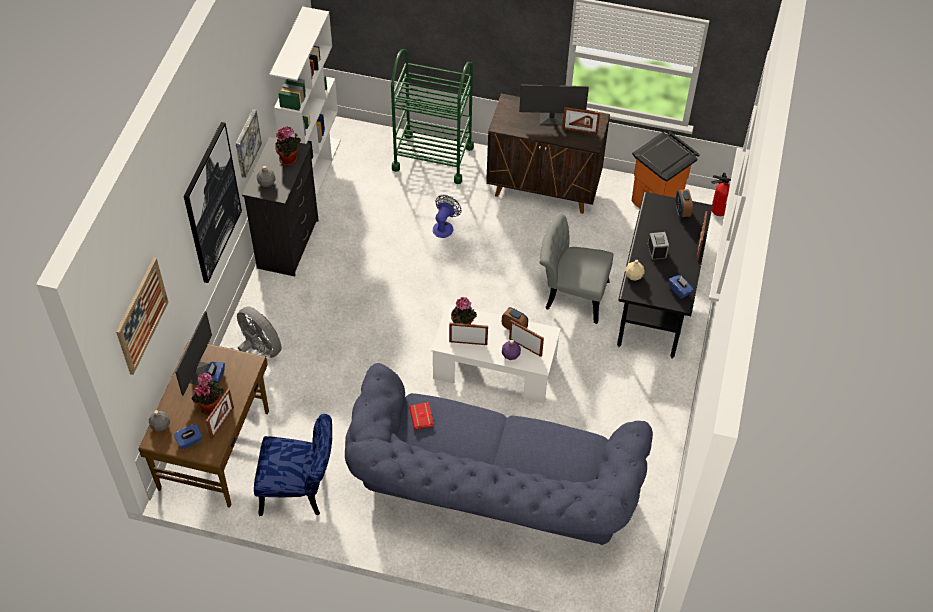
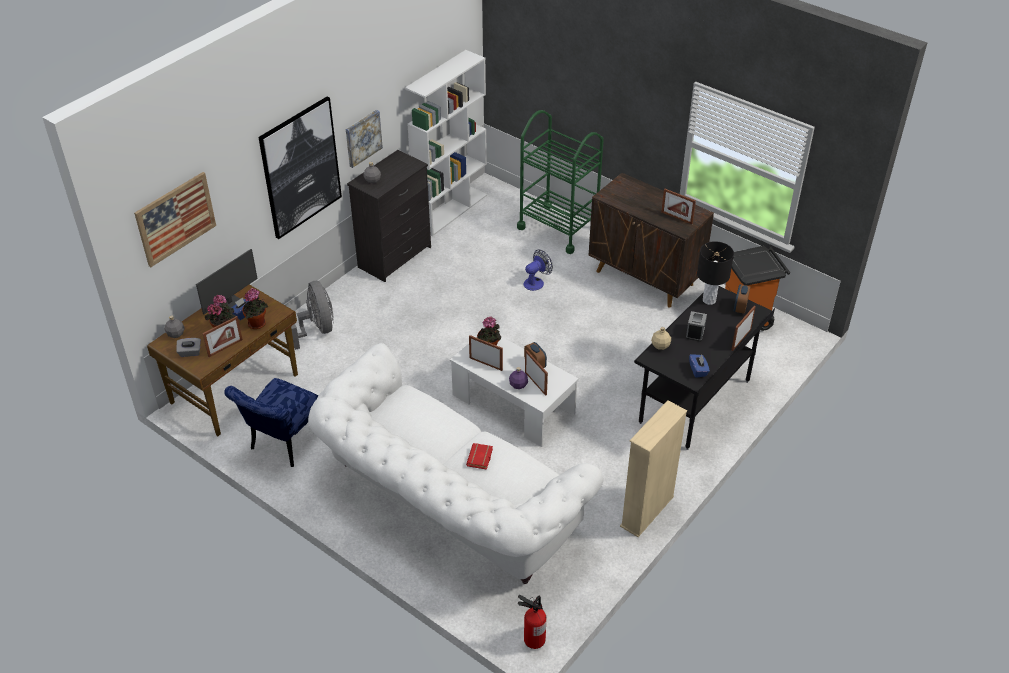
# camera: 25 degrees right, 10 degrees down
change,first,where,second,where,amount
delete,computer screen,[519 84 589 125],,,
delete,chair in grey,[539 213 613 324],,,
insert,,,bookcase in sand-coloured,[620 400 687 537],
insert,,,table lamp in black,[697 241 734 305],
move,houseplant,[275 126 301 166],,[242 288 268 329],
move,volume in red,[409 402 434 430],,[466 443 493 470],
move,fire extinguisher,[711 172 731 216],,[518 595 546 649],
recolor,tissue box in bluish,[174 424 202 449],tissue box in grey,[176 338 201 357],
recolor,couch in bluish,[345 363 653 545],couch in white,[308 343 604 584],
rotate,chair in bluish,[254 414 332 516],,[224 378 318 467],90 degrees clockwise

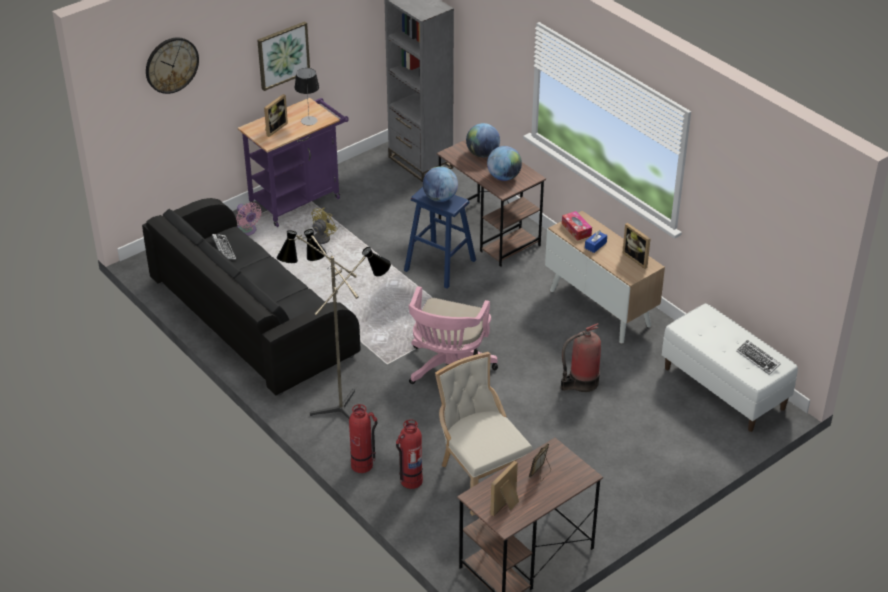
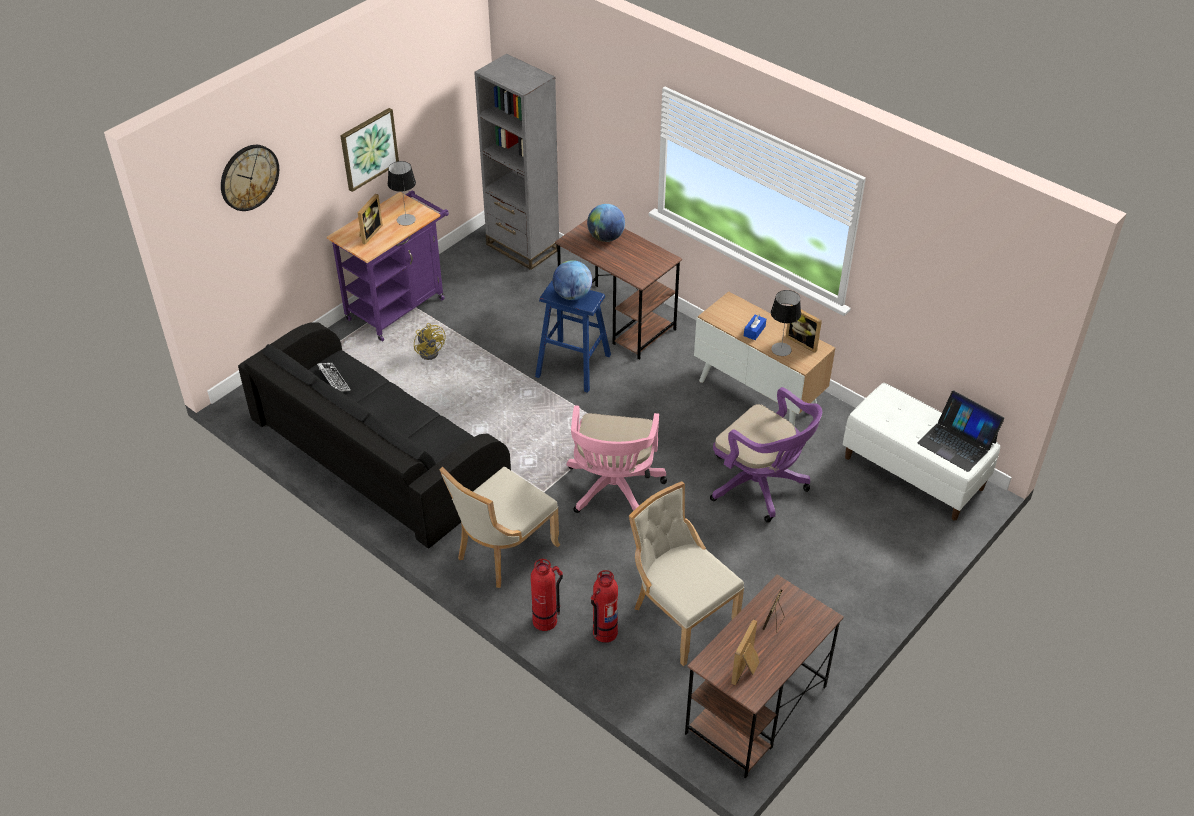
# camera: 10 degrees left, 5 degrees up
change,first,where,second,where,amount
delete,cooling fan in pink-coloured,[236 202 262 236],,,
delete,world globe,[487 146 522 181],,,
delete,tissue box,[562 211 592 241],,,
insert,,,table lamp,[771 290 801 356],
replace,standing lamp,[277 229 391 419],chair in sand-coloured,[440 467 560 588],
replace,fire extinguisher,[561 323 601 392],computer chair in purple,[710 387 822 523],
replace,computer keyboard,[736 340 781 375],portable computer,[918 390 1004 472],
rotate,cooling fan in yellowish,[295 208 338 244],,[414 323 446 360],120 degrees clockwise

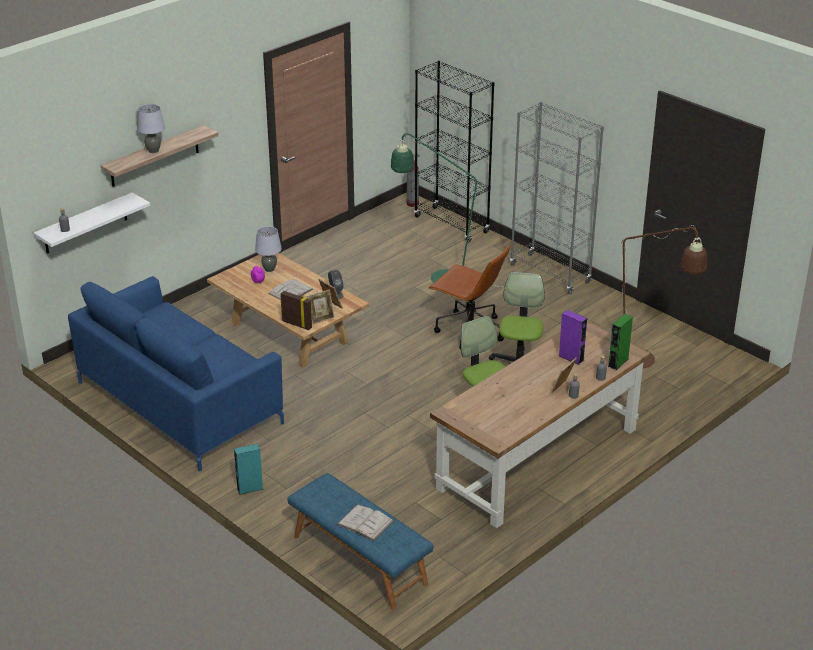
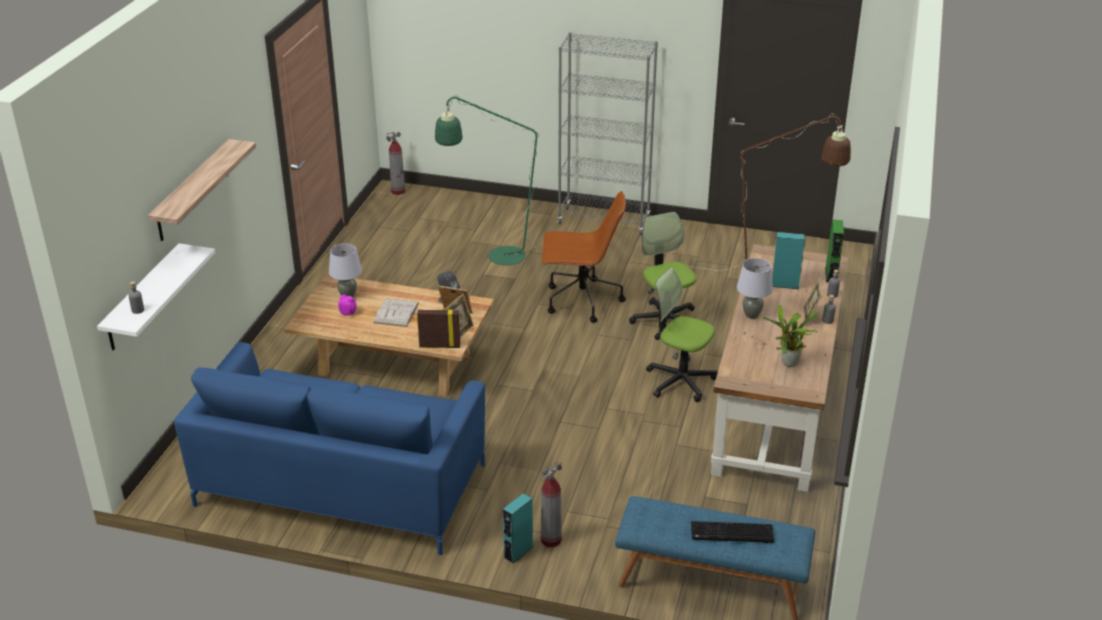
# camera: 30 degrees left, 0 degrees up
change,first,where,second,where,amount
delete,bookcase in black,[414 60 495 243],,,
insert,,,fire extinguisher,[541 462 562 547],
insert,,,houseplant,[763 304 819 367],
move,table lamp in grey,[137 104 165 153],,[737 258 773 319],
replace,volume in white,[337 504 393 541],computer keyboard,[691 521 774 543],
recolor,speaker in purple,[559 310 587 365],speaker in turquoise,[772 232 805 289],

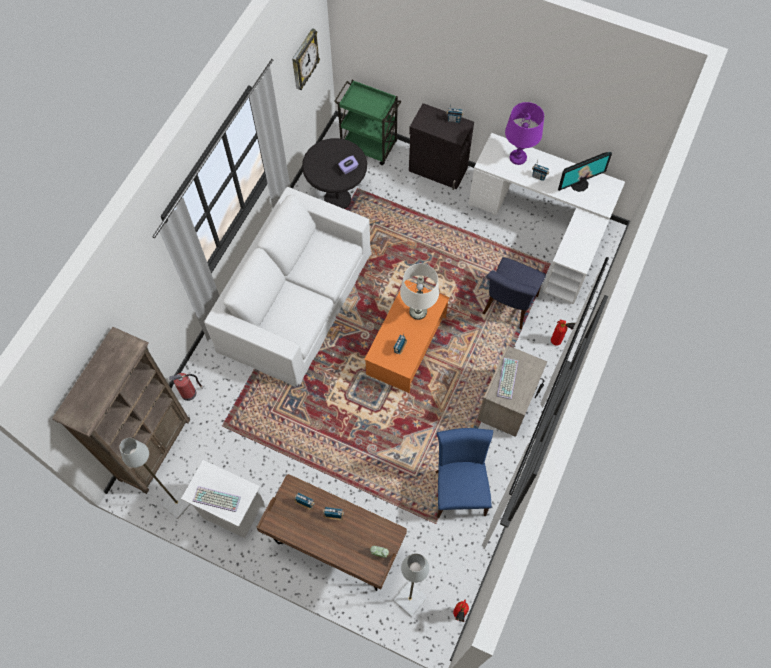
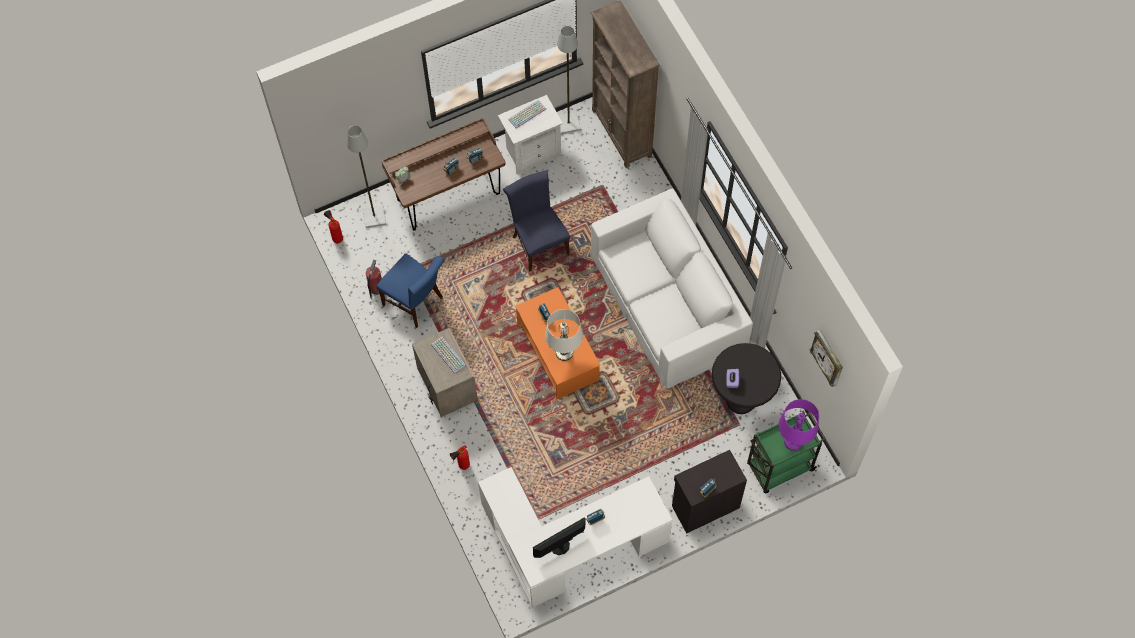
# camera: 130 degrees right, 0 degrees up
change,first,where,second,where,amount
move,fire extinguisher,[169 373 203 401],,[366 259 382 299],
move,chair in bluish,[483 257 546 329],,[503 170 570 272],
move,table lamp in purple,[505 102 544 165],,[778 399 819 451],
rotate,computer screen,[558 152 612 192],,[533 517 586 558],45 degrees clockwise

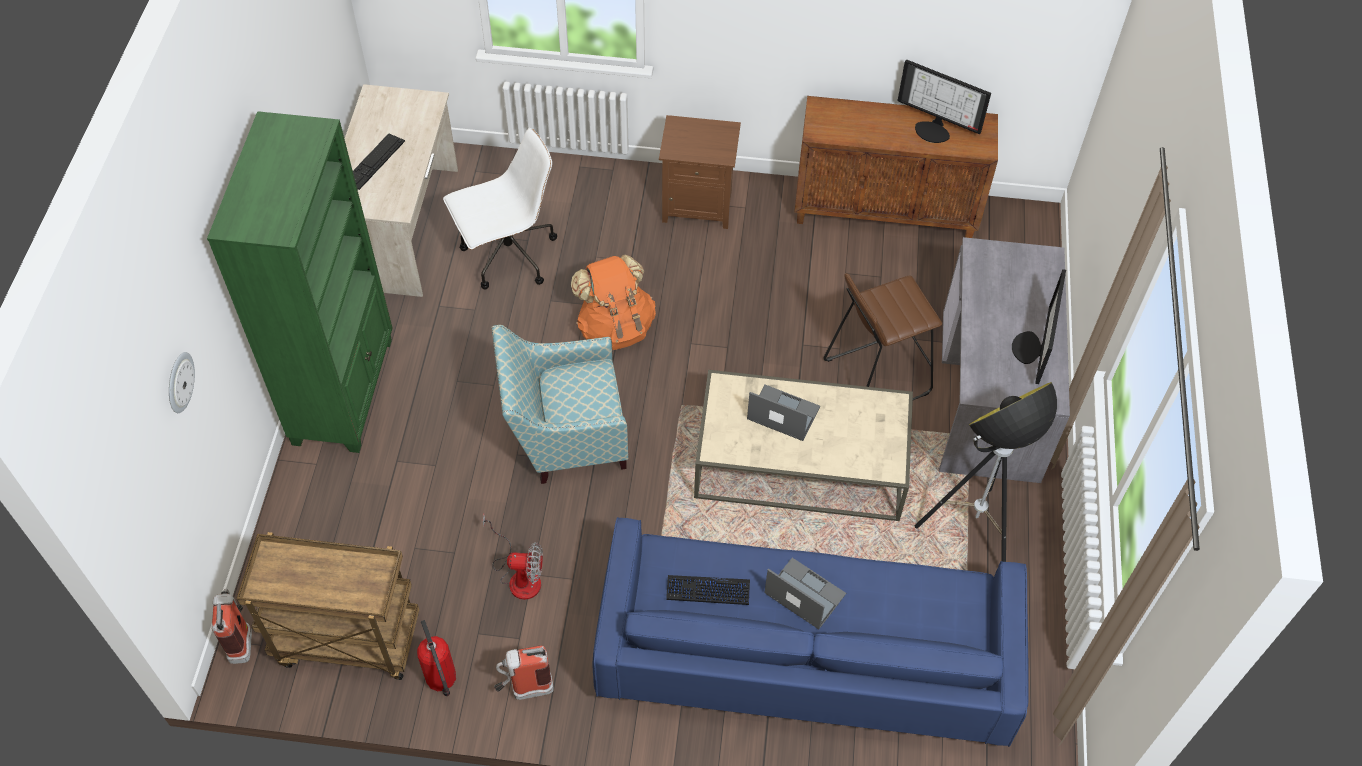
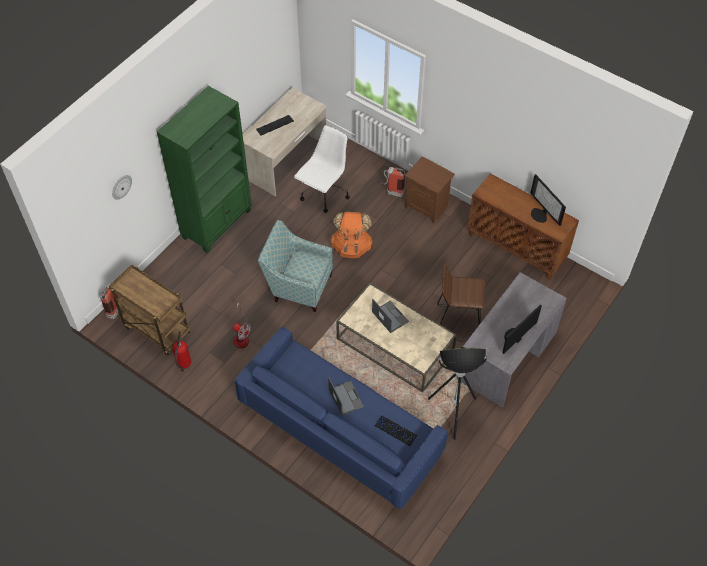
# camera: 30 degrees right, 0 degrees up
change,first,where,second,where,amount
move,fire extinguisher,[494 646 554 700],,[381 167 405 197],
move,computer keyboard,[666 575 750 605],,[375 416 418 446],
rotate,computer chair in white,[443 128 557 290],,[294 126 350 213],60 degrees counterclockwise

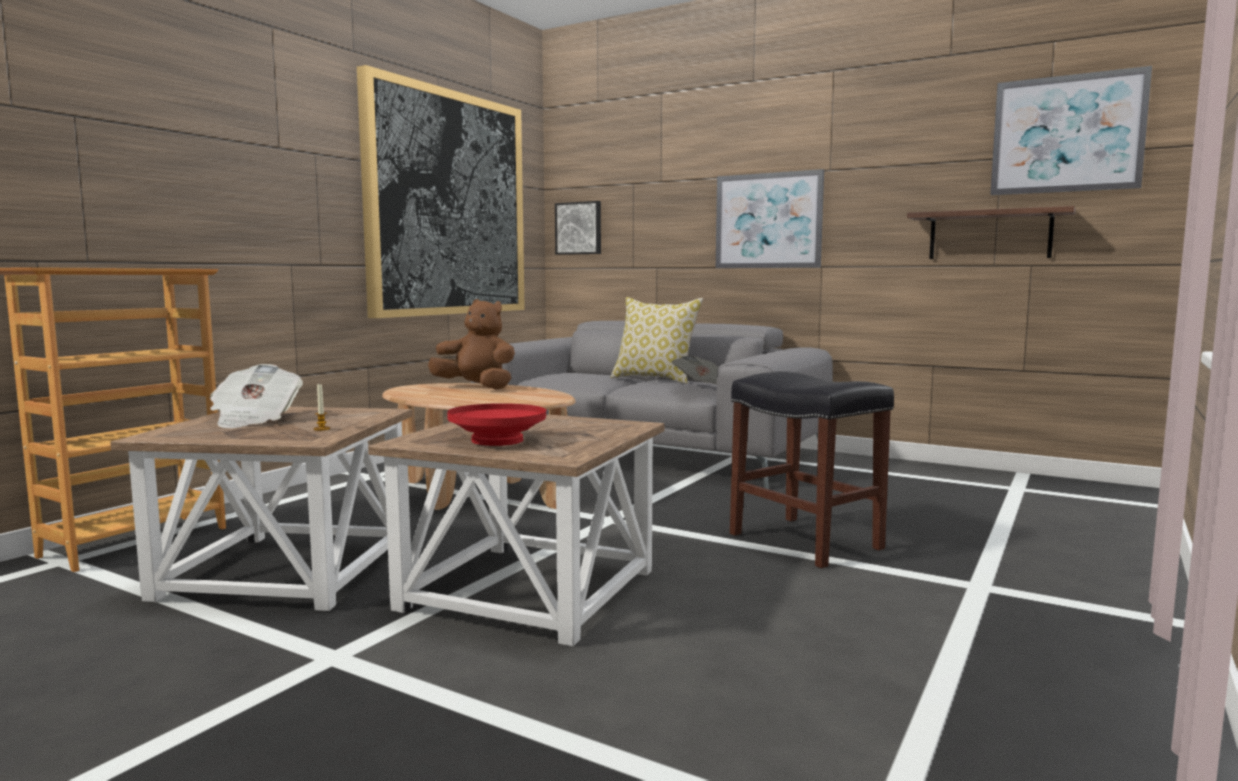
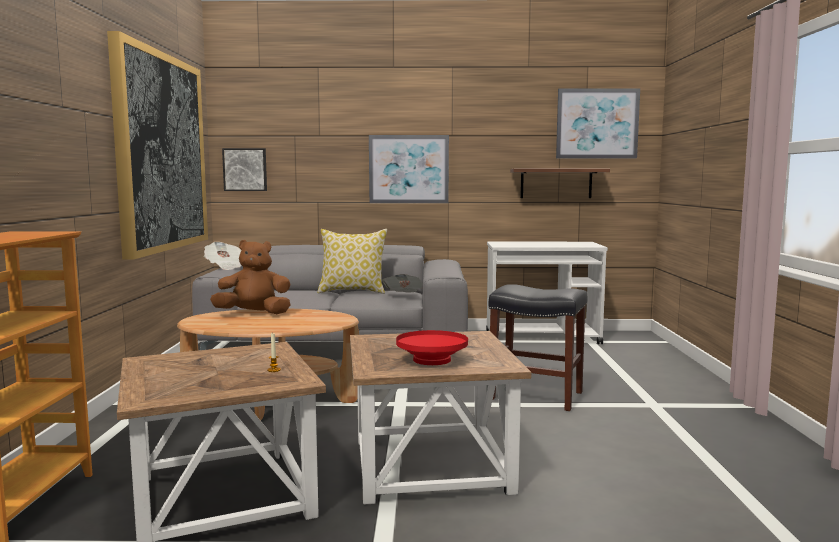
# camera: 30 degrees left, 0 degrees up
change,first,where,second,where,amount
insert,,,wheeled cart in white,[486 242 608 344],
move,newspaper,[210 364 303 428],,[204 242 241 270],

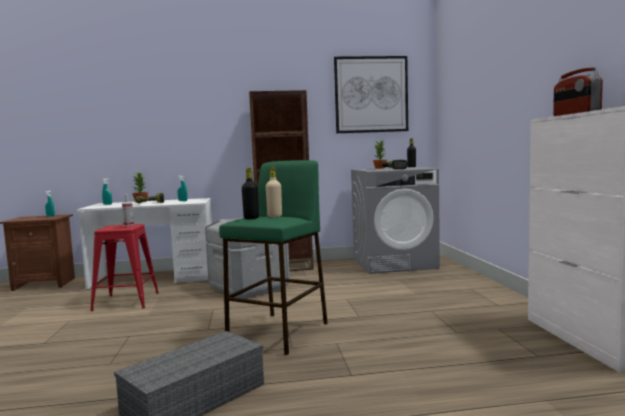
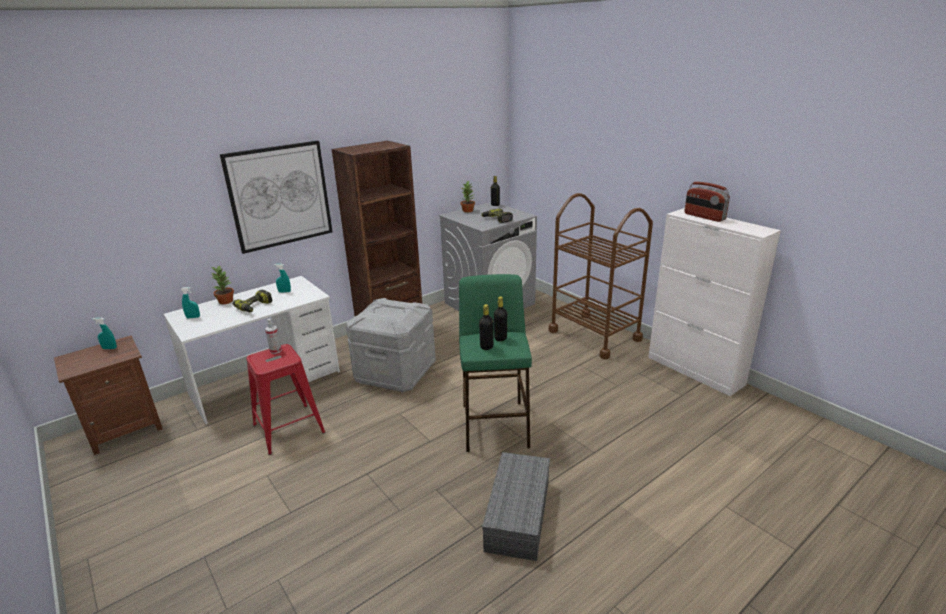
# camera: 30 degrees left, 20 degrees up
change,first,where,second,where,amount
insert,,,wheeled cart in brown-coloured,[549 193 653 359],
move,wall art,[334 56 408 133],,[220 140 333 254],
recolor,bottle in sand-coloured,[266 167 282 217],bottle in black,[494 297 507 341],

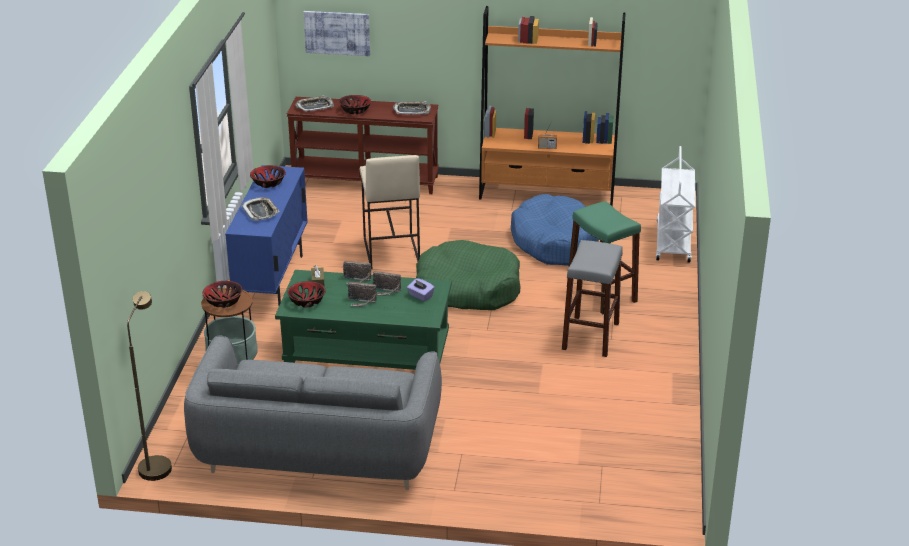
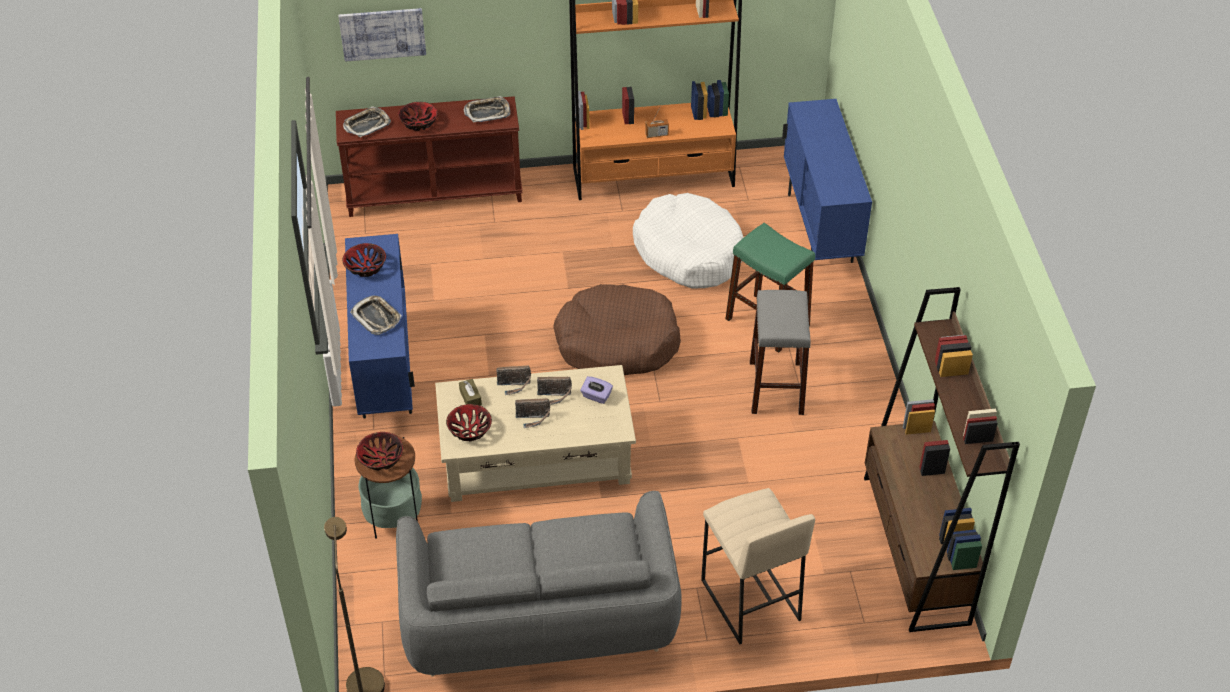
# camera: 15 degrees left, 15 degrees up
change,first,where,second,where,amount
insert,,,bookcase in brown-coloured,[864 287 1020 632],
move,sitting stool in sand-coloured,[360 155 420 269],,[701 488 815 644],
replace,wheeled cart in white,[656 146 696 263],cabinet in bluish,[782 99 872 263],
recolor,lounge table in green-coloured,[275 270 452 370],lounge table in sand-coloured,[435 365 636 502],
recolor,pet bed in green-coloured,[416 240 520 310],pet bed in brown-coloured,[553 284 681 375],
recolor,pet bed in bluish,[511 194 599 266],pet bed in white,[633 193 744 289],

